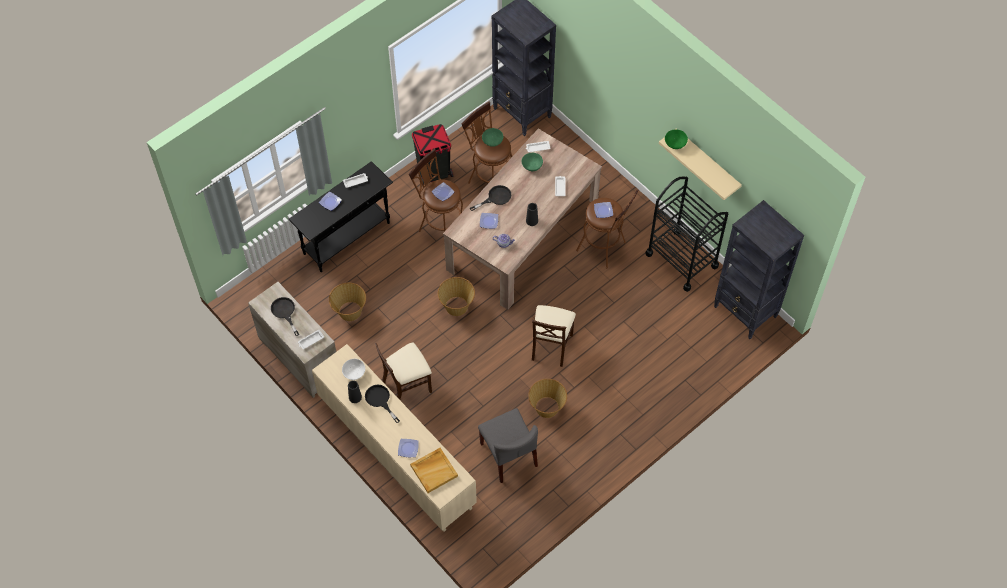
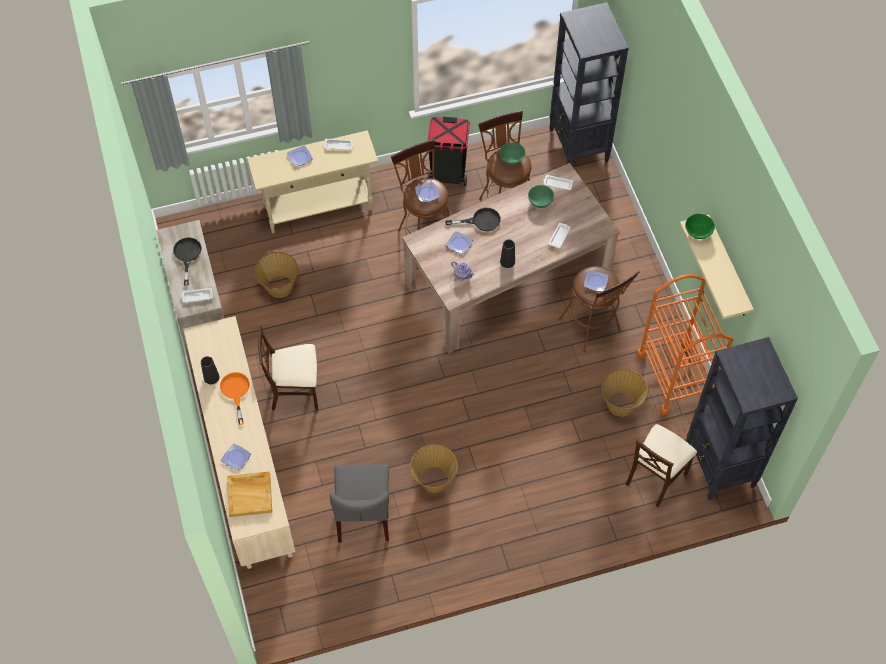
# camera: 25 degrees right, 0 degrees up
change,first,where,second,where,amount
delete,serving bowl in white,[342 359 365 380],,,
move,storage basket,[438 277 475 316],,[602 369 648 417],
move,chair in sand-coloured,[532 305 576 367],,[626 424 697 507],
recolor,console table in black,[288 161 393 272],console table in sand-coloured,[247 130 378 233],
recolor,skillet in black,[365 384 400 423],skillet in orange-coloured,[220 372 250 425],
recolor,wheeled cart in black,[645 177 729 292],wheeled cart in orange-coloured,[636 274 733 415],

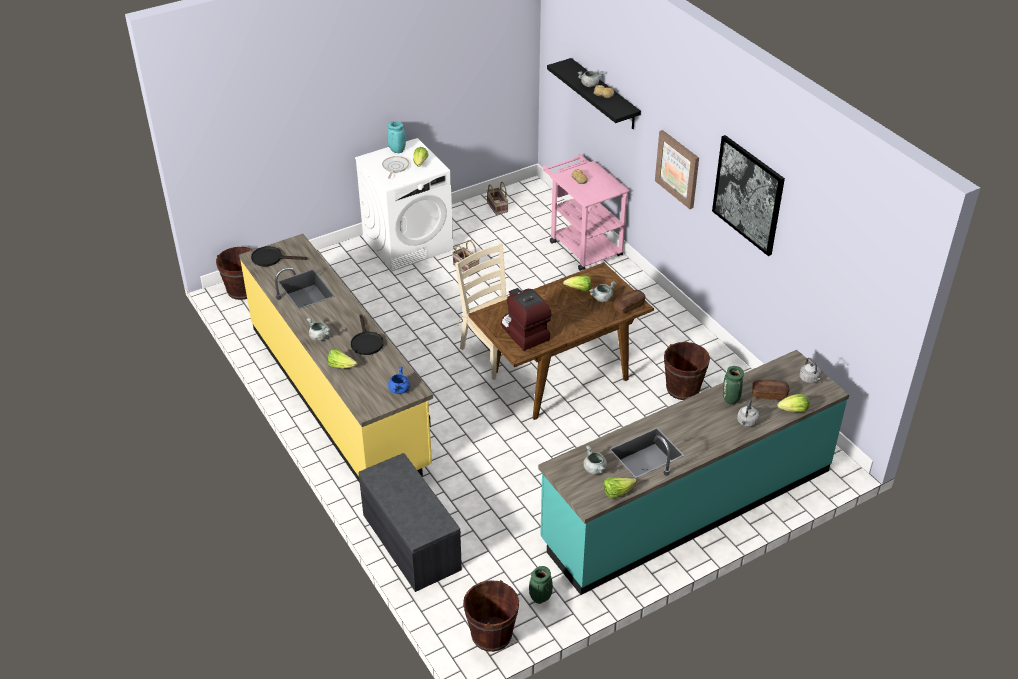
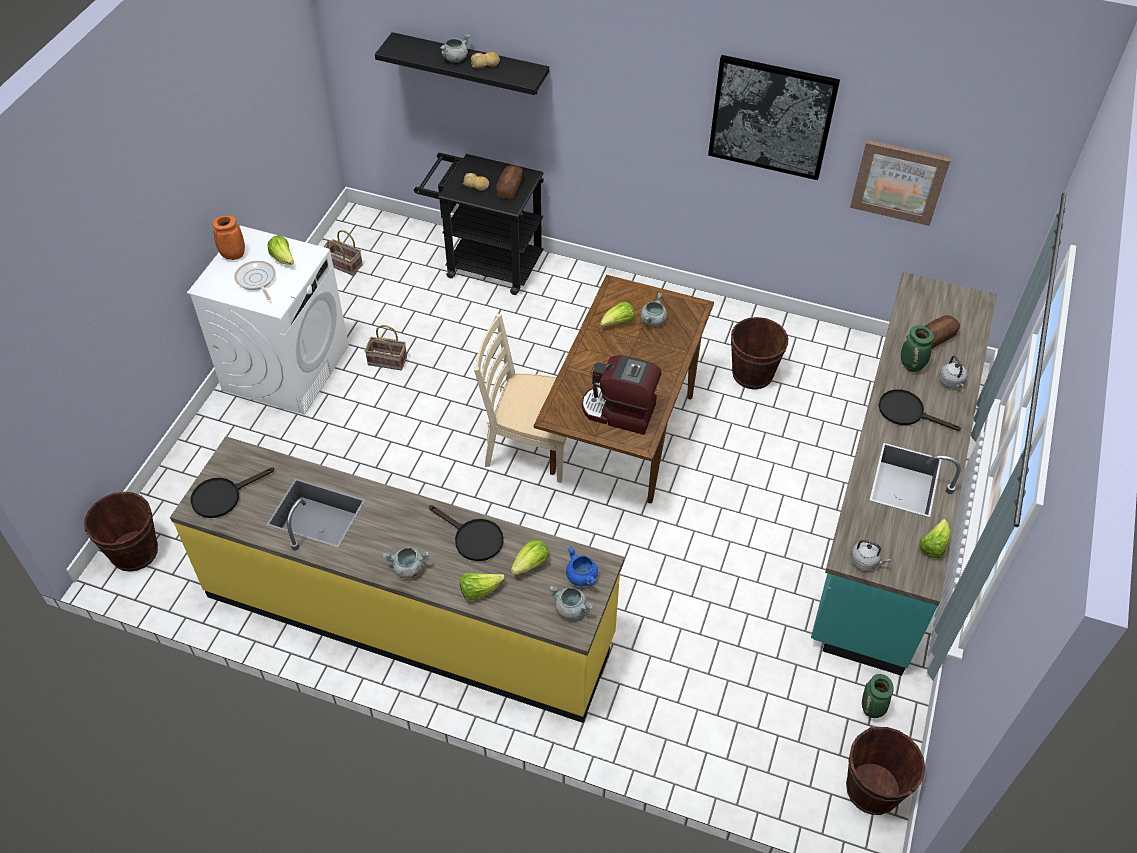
# camera: 40 degrees left, 10 degrees up
change,first,where,second,where,amount
delete,indoor bench in grey,[358 453 462 592],,,
insert,,,skillet in black,[879 389 961 431],
move,cooking pot in grey,[583 445 607 474],,[549 586 594 619],
move,bakery bread,[614 290 645 314],,[496 165 523 199],
move,wall art,[655 130 699 209],,[850 140 951 226],
move,lettuce,[777 394 809 412],,[511 539 549 575],
move,water kettle in grey,[800 358 821 383],,[850 540 890 571],
recolor,decorative vase in turquoise,[387 121 406 153],decorative vase in orange-coloured,[212 216 245 260],
recolor,wheeled cart in pink-coloured,[543 154 630 271],wheeled cart in black,[414 153 544 295],

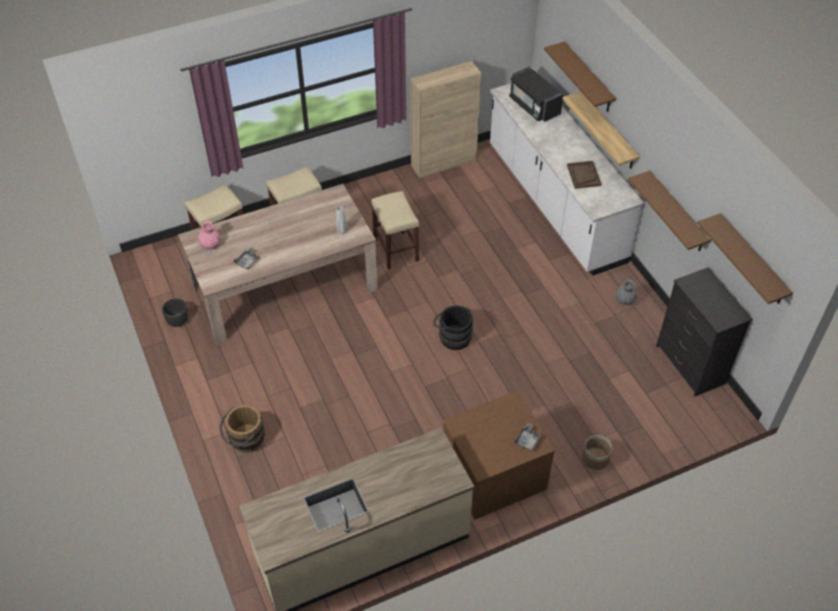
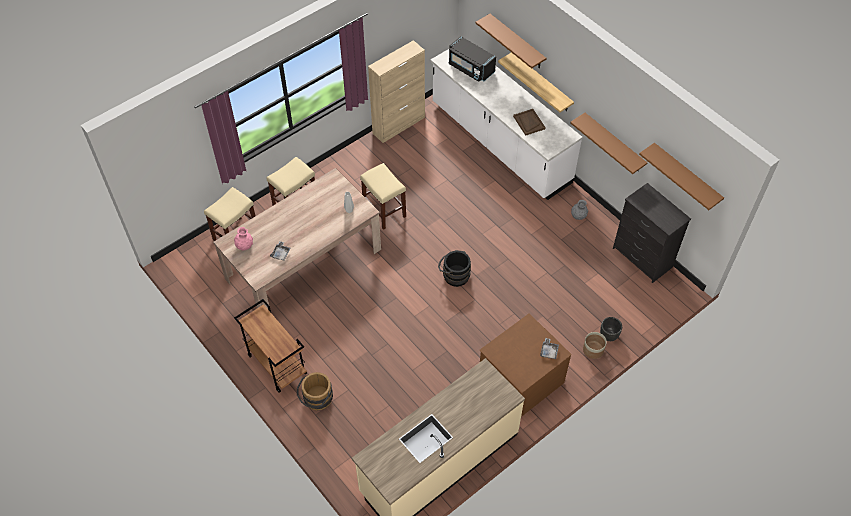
# camera: 15 degrees left, 5 degrees up
change,first,where,second,where,amount
insert,,,wheeled cart in brown-coloured,[234 299 307 392],
move,plant pot in black,[162 298 188 327],,[600 317 622 341],

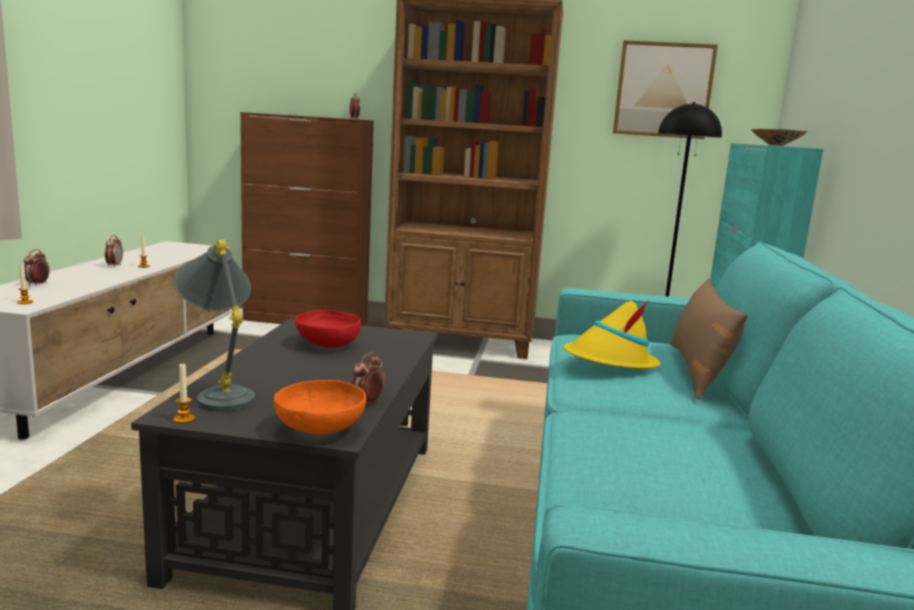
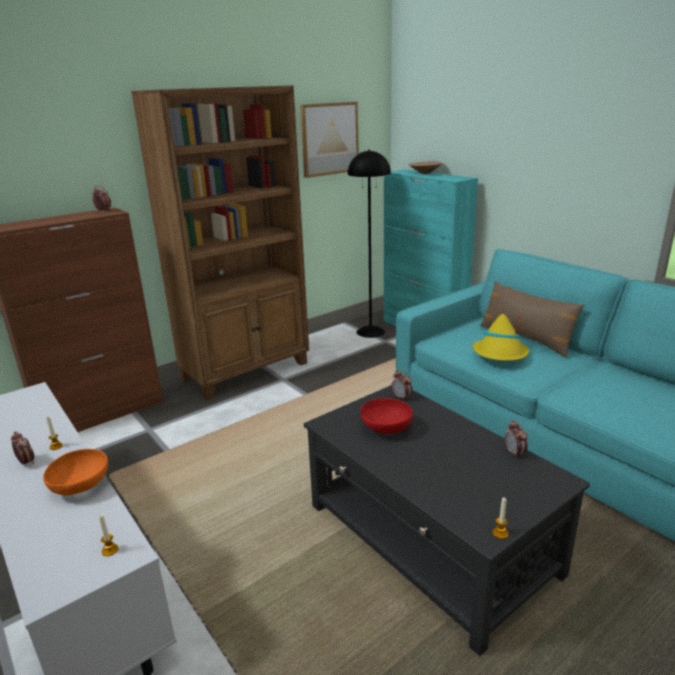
# camera: 45 degrees left, 10 degrees up
change,first,where,second,where,amount
delete,table lamp in grey,[174 240 255 412],,,
move,alarm clock,[24 249 49 286],,[392 370 413 401],
move,serving bowl in orange-coloured,[273 380 366 435],,[43 449 108 496],

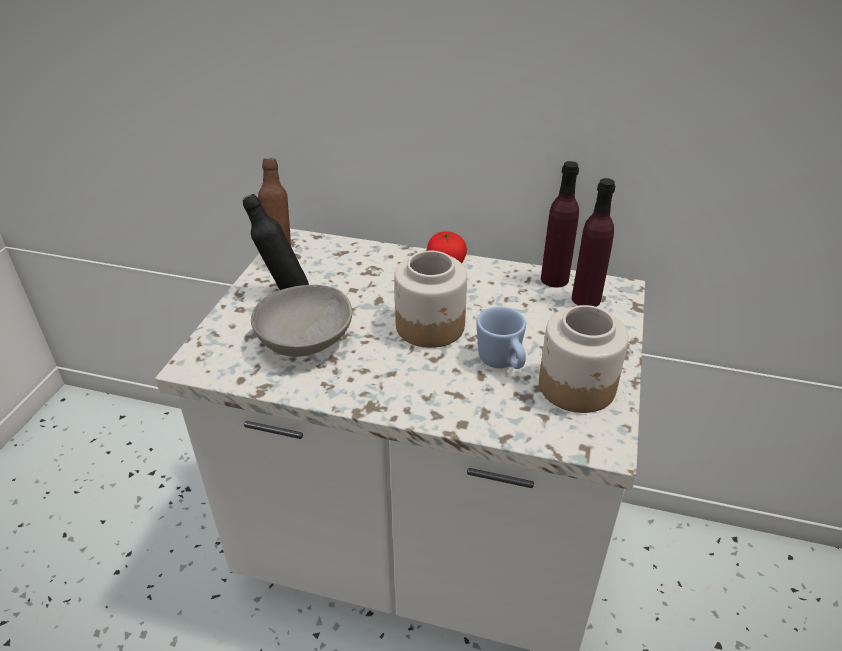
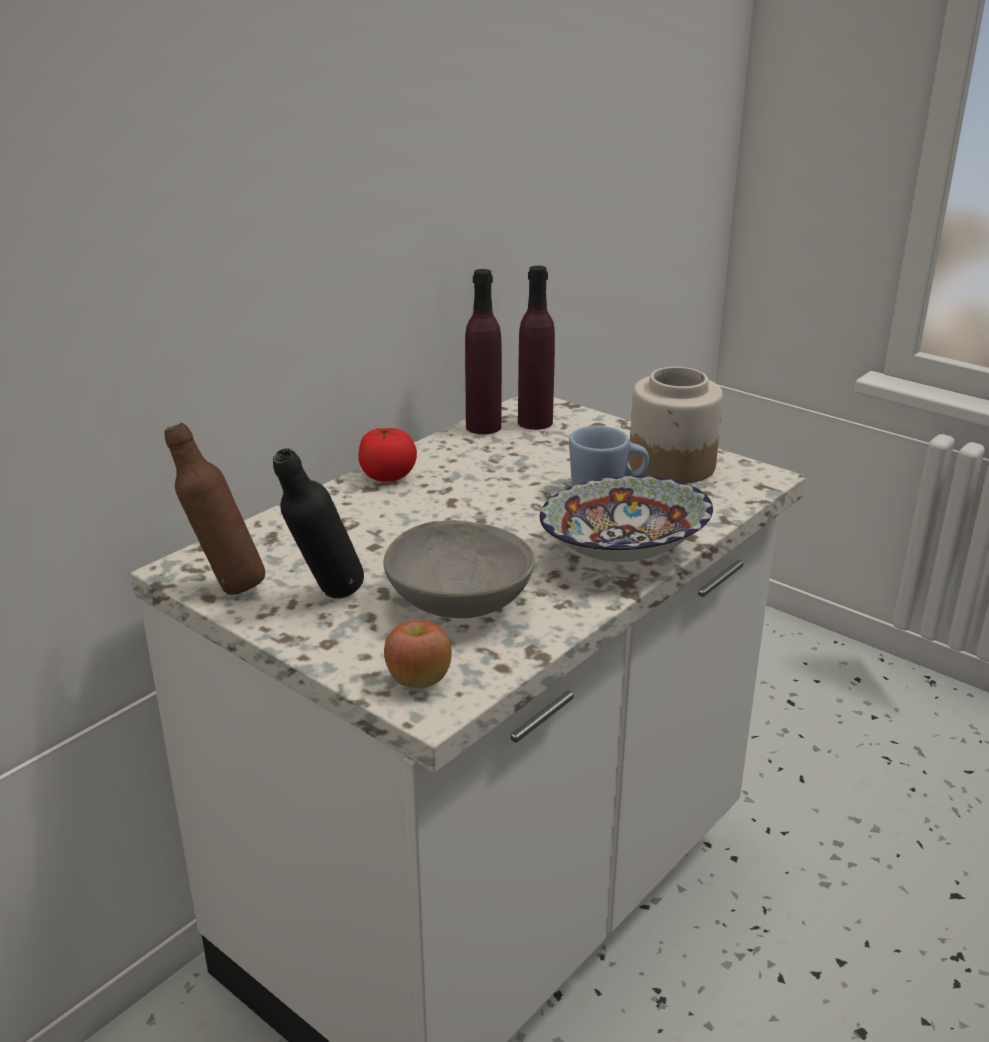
# camera: 65 degrees left, 10 degrees down
change,first,where,second,where,amount
delete,jar,[394 251 467 348],,,
insert,,,apple,[384 620 452 689],
insert,,,serving bowl,[540 476 713 562],

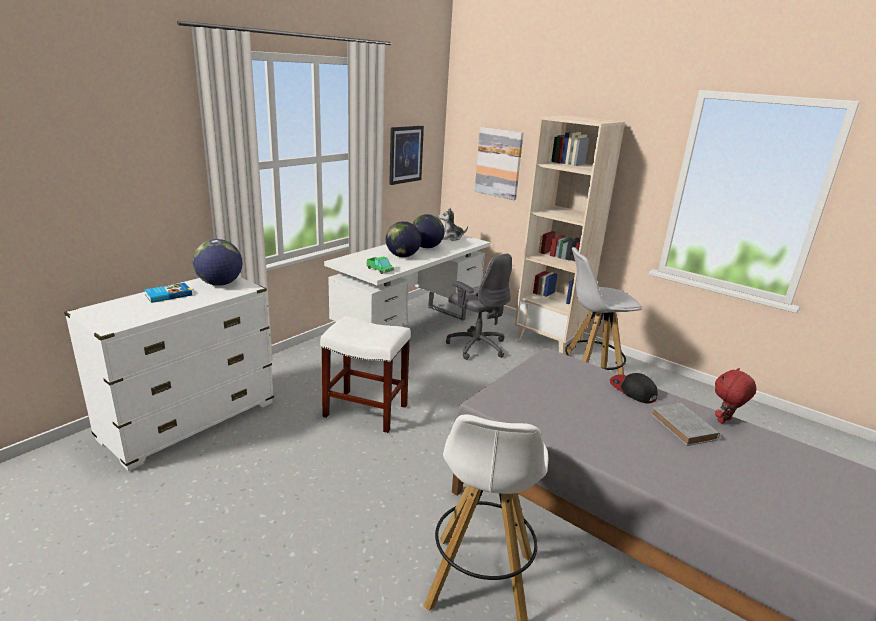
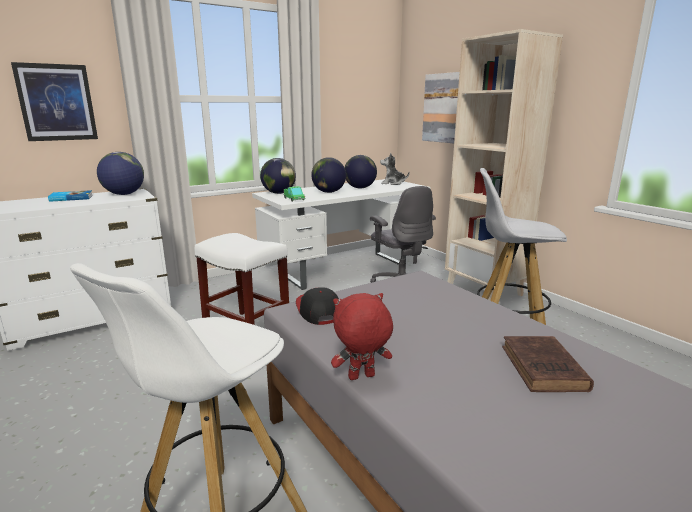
# camera: 20 degrees right, 5 degrees down
change,first,where,second,where,amount
insert,,,world globe,[260 158 296 194],
move,wall art,[389 126 424 185],,[11 62 98 141],
move,peaked cap,[610 373 658 403],,[296 287 339 325],
move,plush toy in red,[715 368 757 424],,[331 293 393 380],
recolor,volume in grey,[651 403 720 446],volume in brown-coloured,[502 336 594 392],

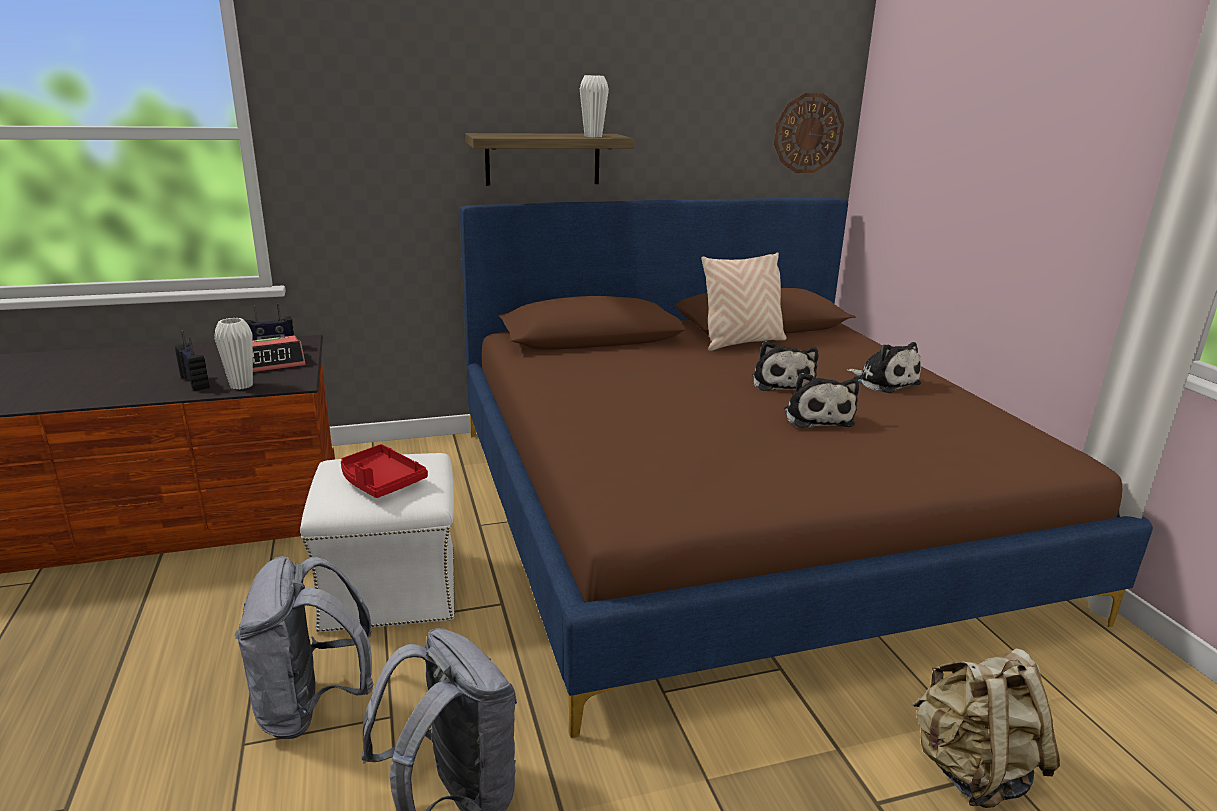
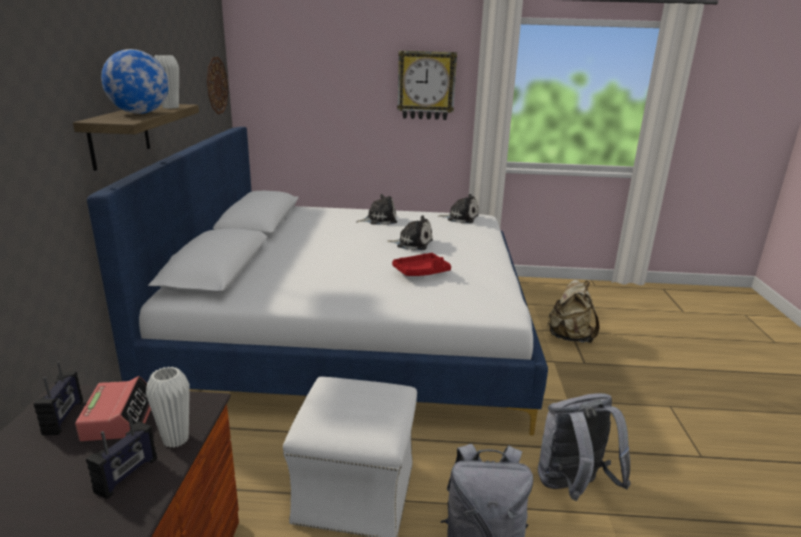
# camera: 70 degrees left, 0 degrees up
change,first,where,second,where,amount
delete,cushion in sand-coloured,[701 252 787 351],,,
insert,,,world globe,[101 49 169 114],
insert,,,wall clock,[397 50 457 120],
move,serving tray in red,[341 444 428 498],,[392 253 451 276],
move,plush toy,[753 341 818 391],,[438 194 479 223],
recolor,sleeping bed in brown-coloured,[460 198 1153 738],sleeping bed in white,[87 127 548 435],
rotate,radio receiver,[175 330 210 391],,[86 413 157 499],135 degrees clockwise

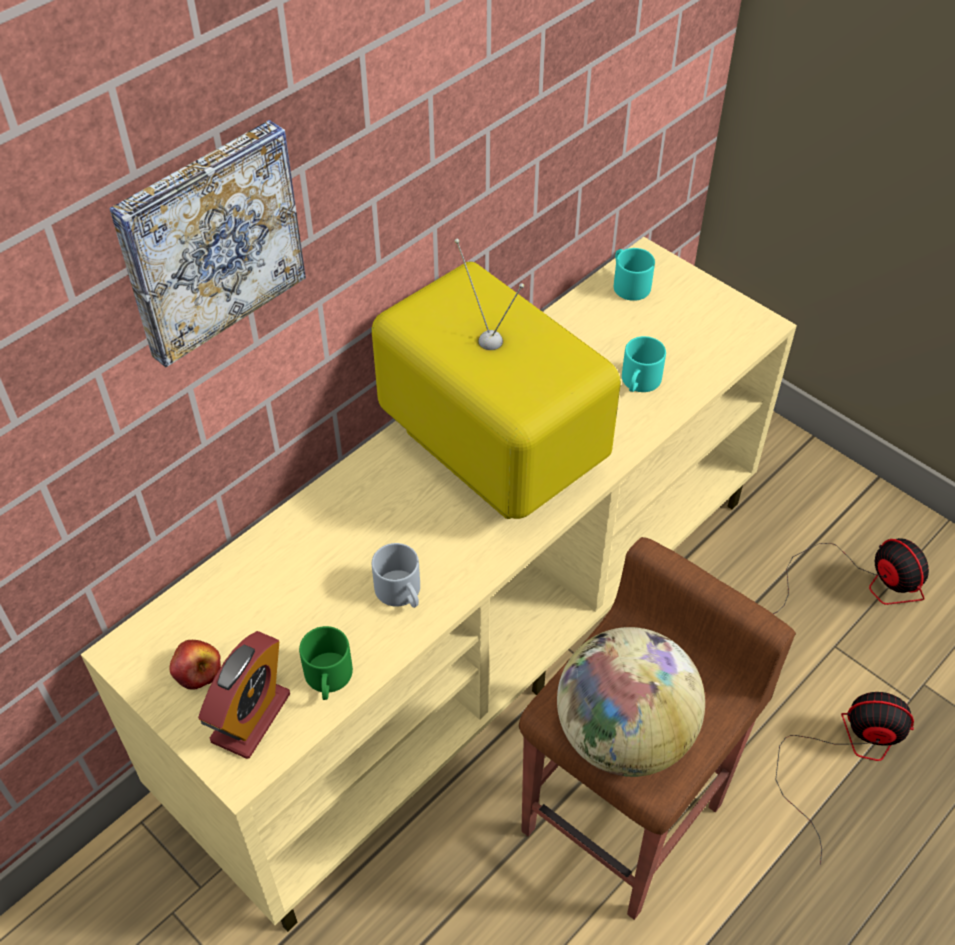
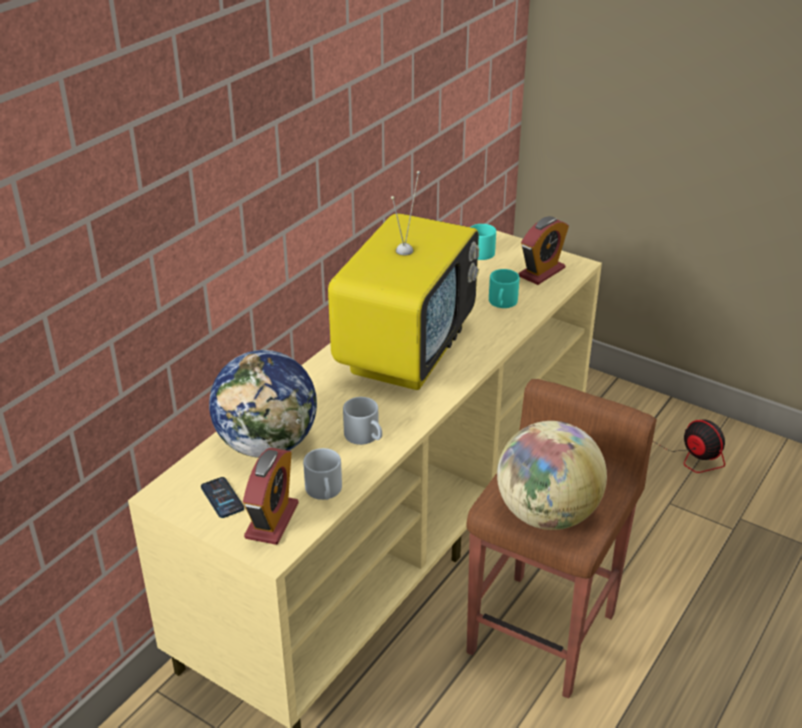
# camera: 10 degrees left, 15 degrees down
change,first,where,second,where,amount
delete,wall art,[109 120 306 367],,,
delete,cooling fan,[775 692 914 865],,,
insert,,,world globe,[209 350 317 458],
insert,,,alarm clock,[518 216 569 285],
replace,apple,[169 640 221 690],telephone,[201 477 244 518],
recolor,tea mug in green-coloured,[299 626 353 700],tea mug in grey,[303 448 342 500],
rotate,TV,[372 239 621 519],,[328 171 479 390],75 degrees clockwise

